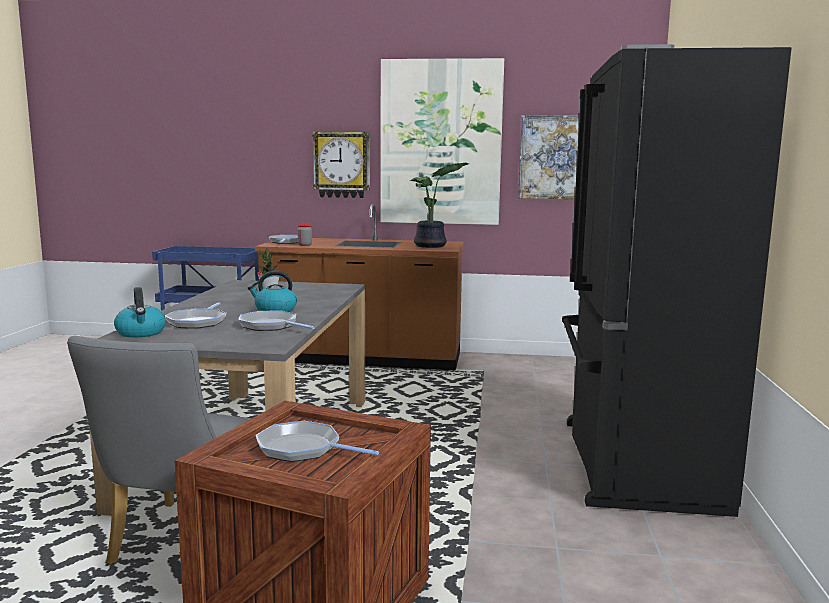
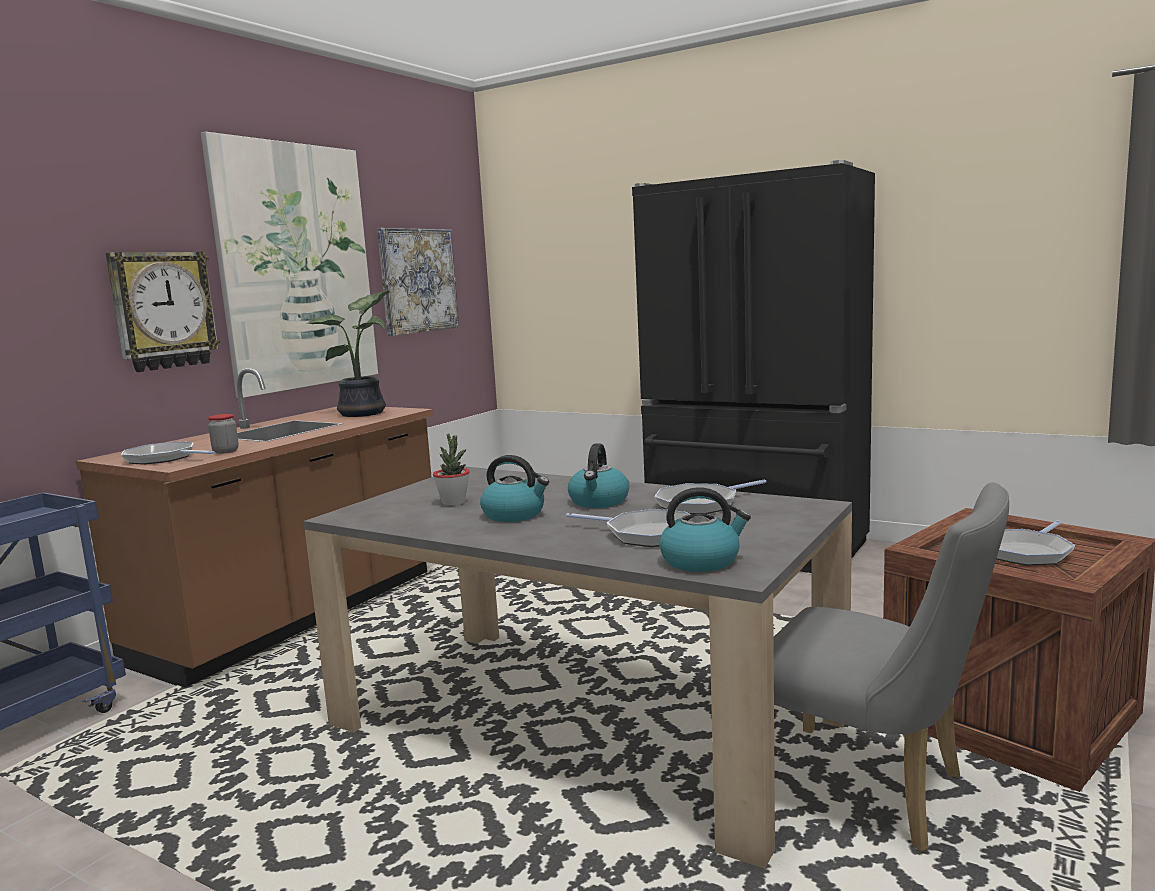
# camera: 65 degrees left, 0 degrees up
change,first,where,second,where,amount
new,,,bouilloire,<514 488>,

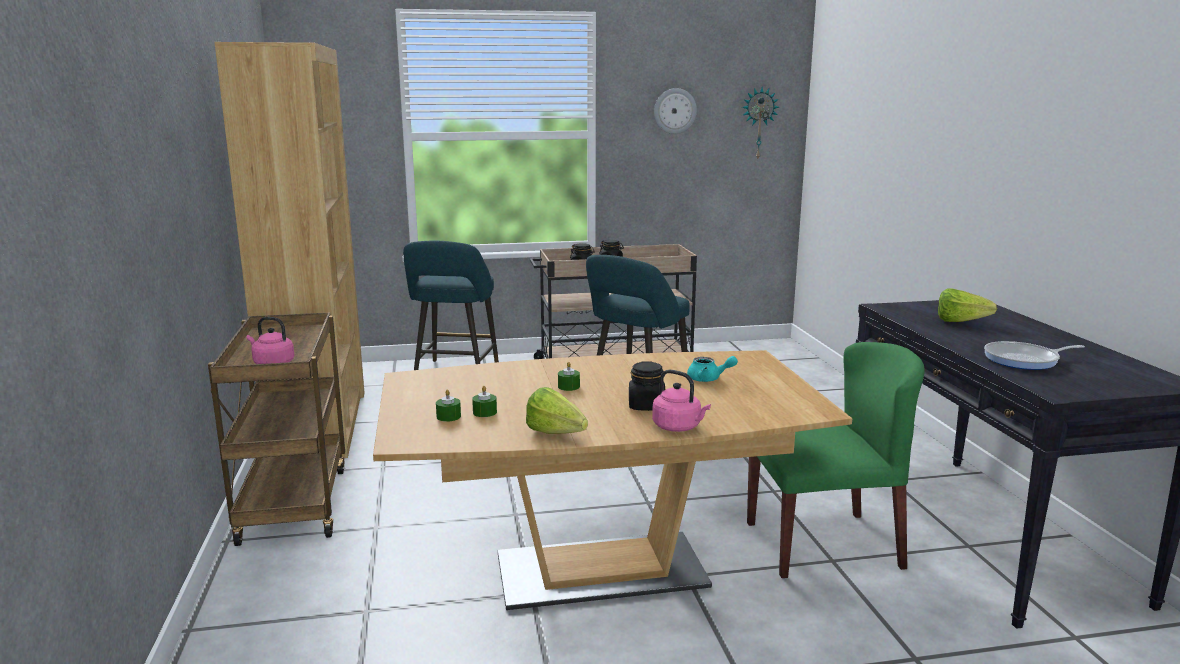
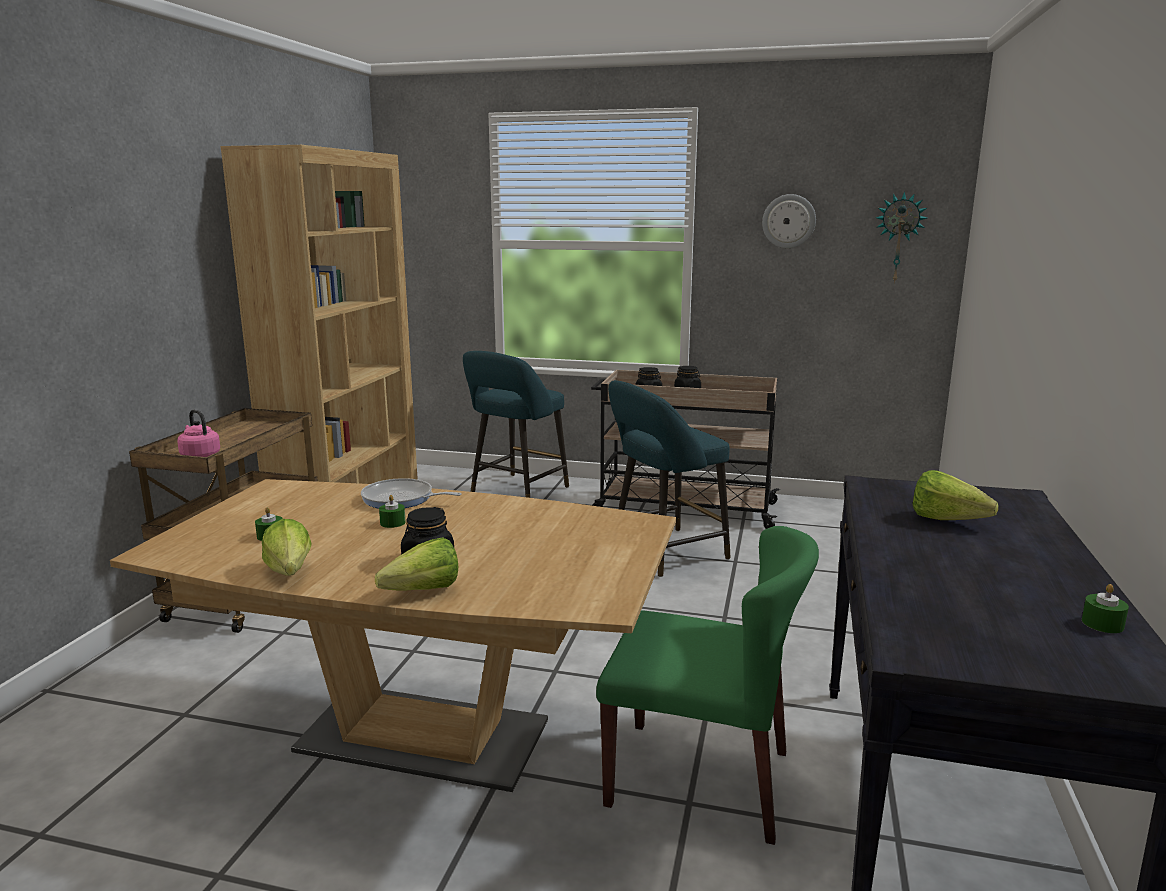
# camera: 25 degrees right, 0 degrees up
change,first,where,second,where,amount
shifted,bougie (vert),<448 405>,,<1105 608>,
swapped,bouilloire (rose),<681 401>,laitue,<416 564>,
gone,théière (turquoise),<712 369>,,,
shifted,poêle,<1034 355>,,<411 493>,

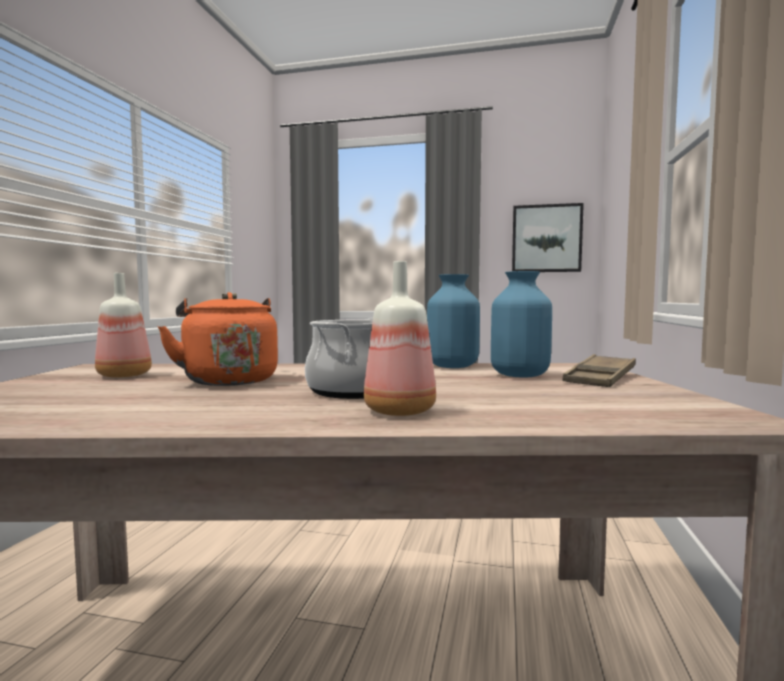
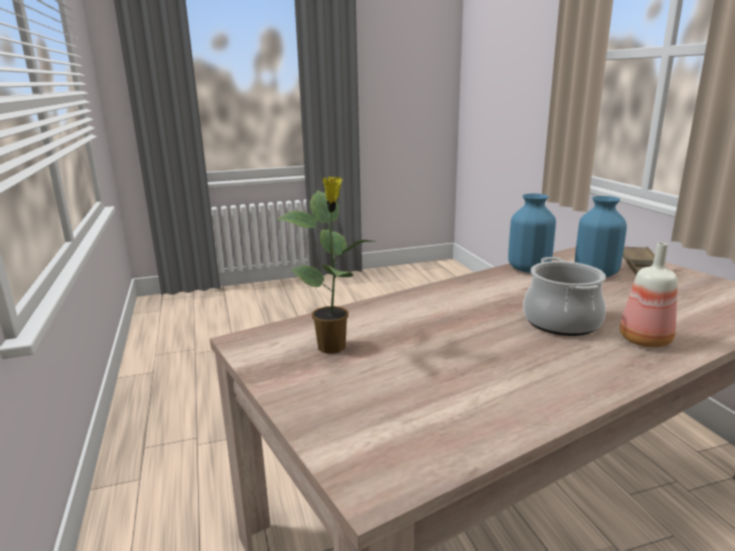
# camera: 30 degrees left, 15 degrees up
change,first,where,second,where,amount
swapped,bouteille,<123 325>,plante en pot,<325 265>,
gone,bouilloire (orange),<217 339>,,,
gone,tableau,<548 237>,,,

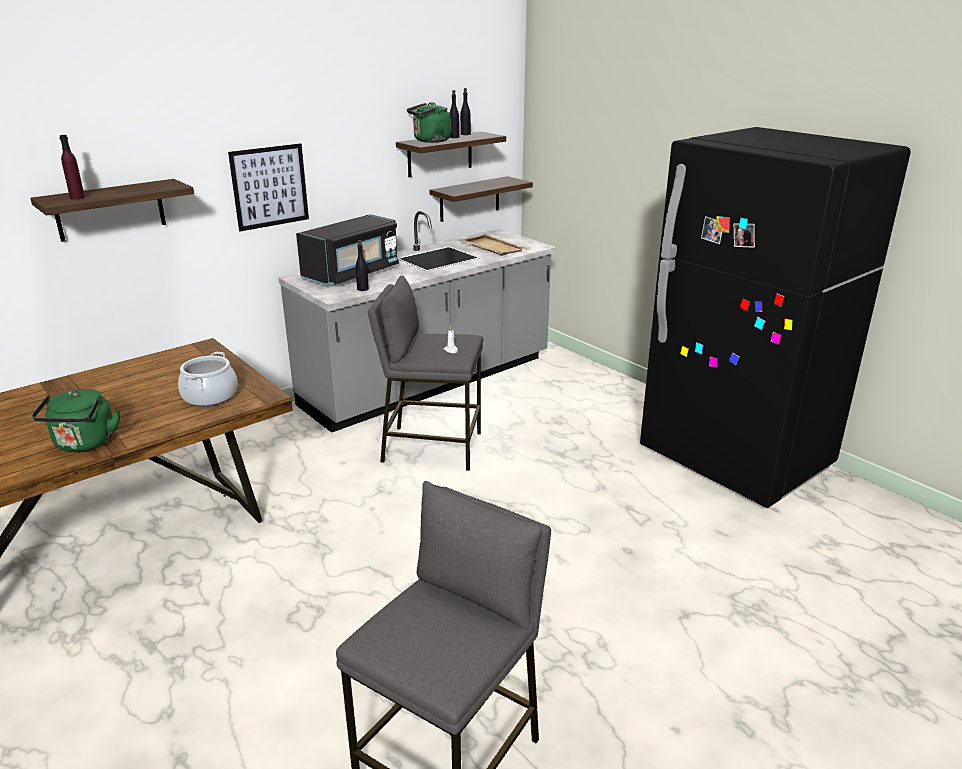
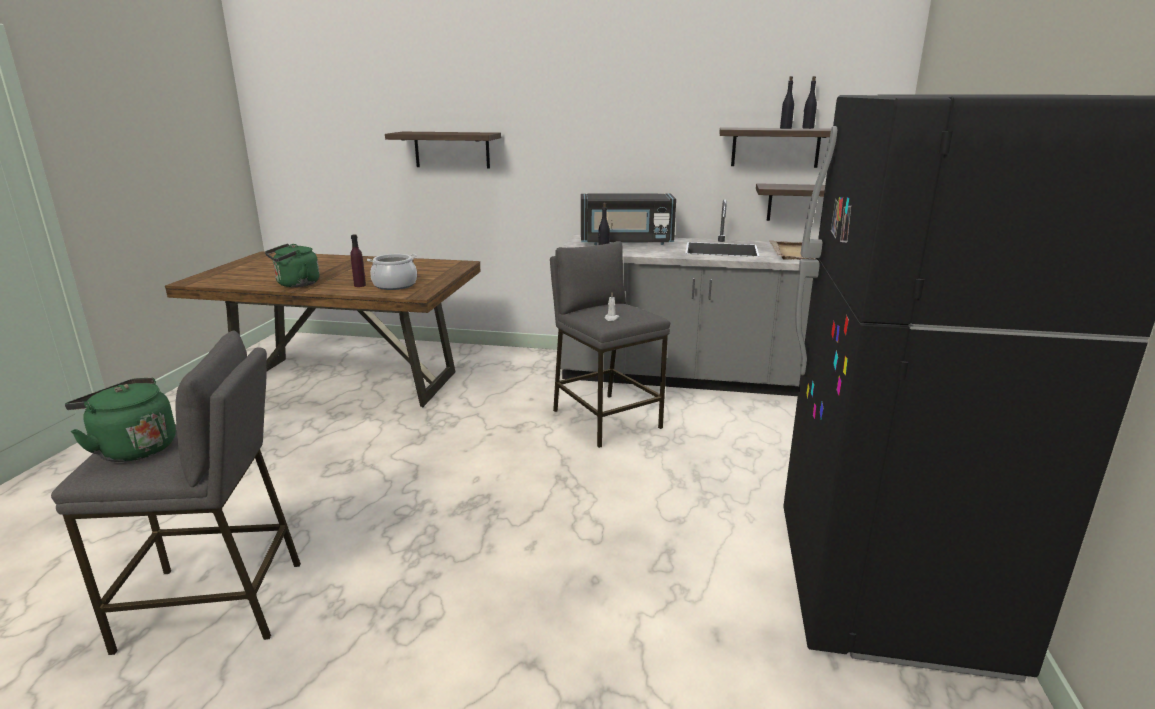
# camera: 50 degrees right, 5 degrees down
change,first,where,second,where,amount
shifted,bouteille (violet),<72 167>,,<358 261>,
gone,tableau,<268 187>,,,
shifted,bouilloire (vert),<429 122>,,<120 419>,

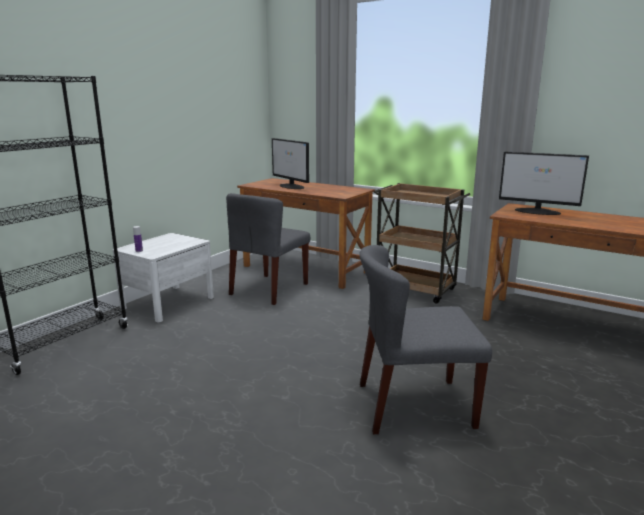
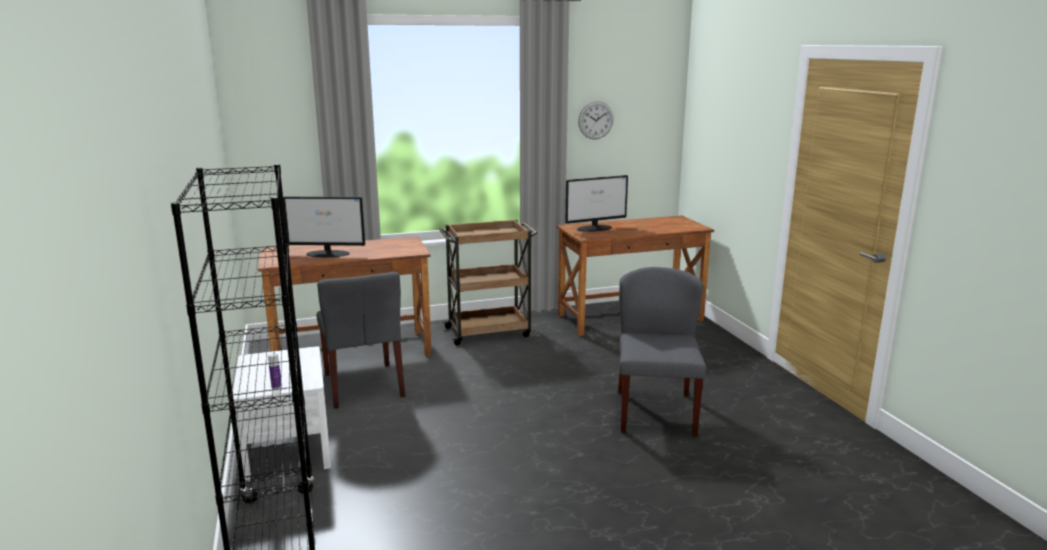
# camera: 50 degrees left, 0 degrees up
change,first,where,second,where,amount
rotated,chaise (gris),<425 339>,,<662 351>,150 degrees clockwise
new,,,horloge murale,<595 120>,

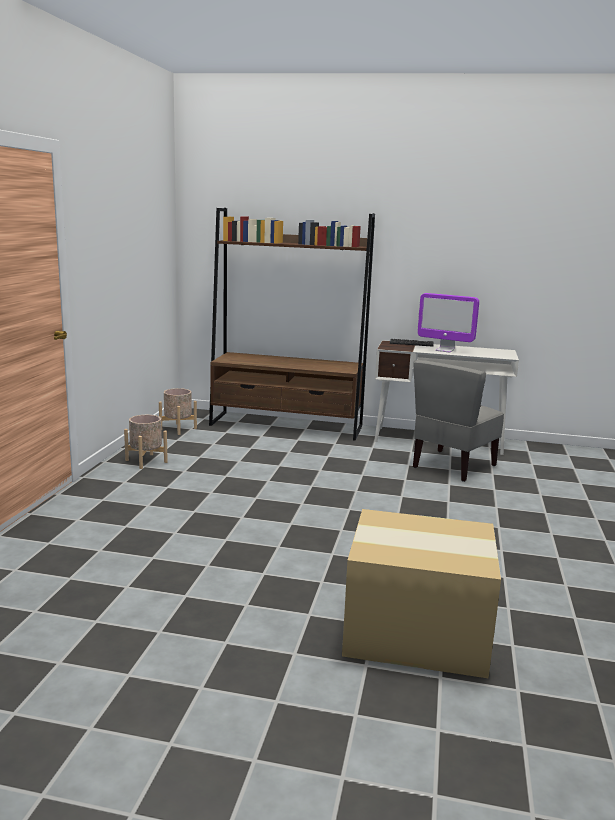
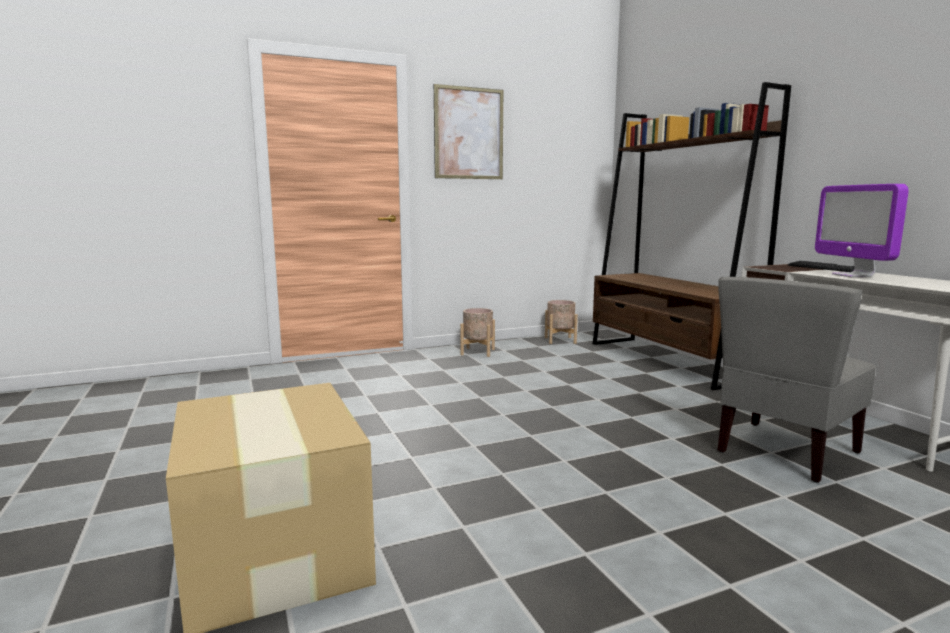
# camera: 55 degrees right, 5 degrees down
change,first,where,second,where,amount
rotated,chaise (gris),<458 421>,,<797 380>,45 degrees counterclockwise
new,,,tableau,<468 131>,

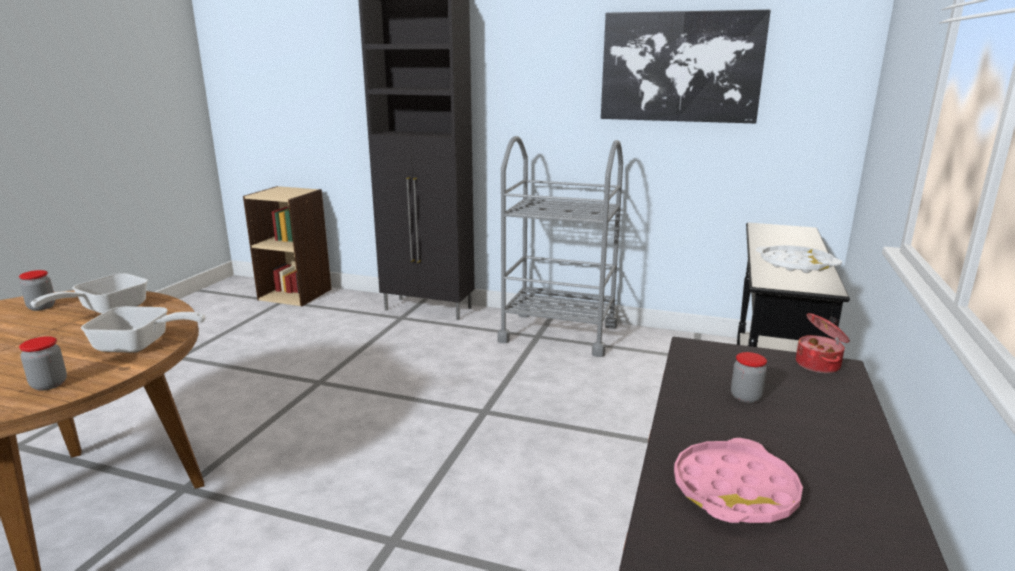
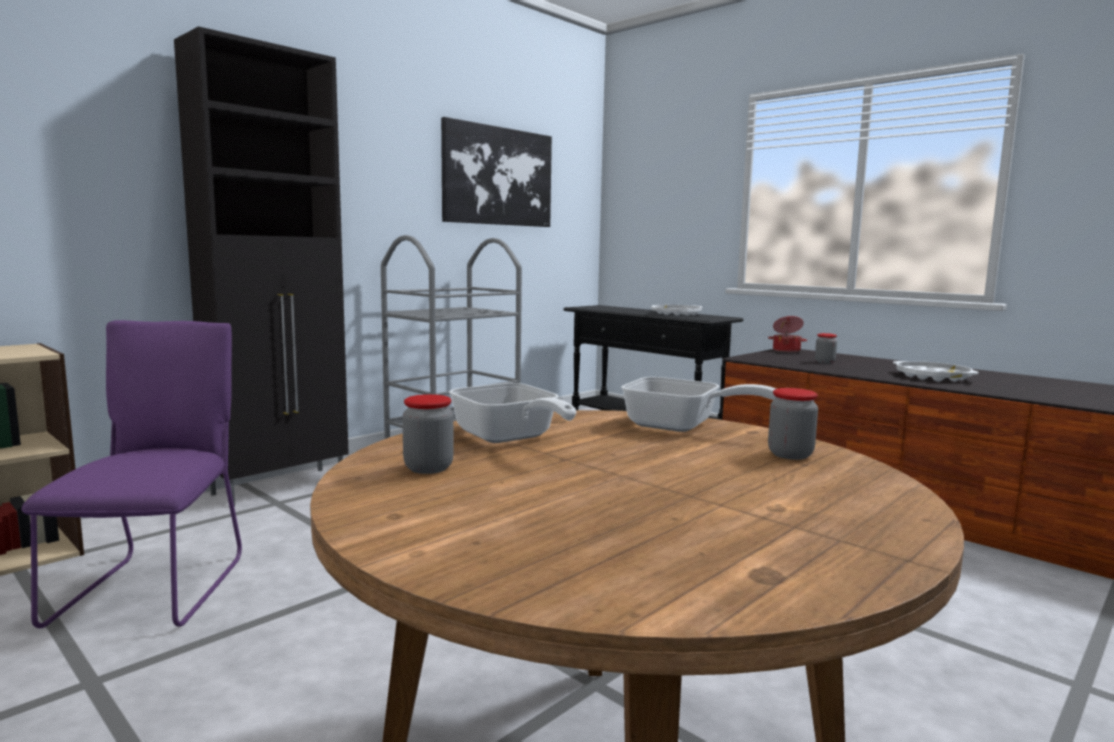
# camera: 65 degrees left, 10 degrees down
change,first,where,second,where,amount
rotated,poêle,<143 329>,,<698 404>,90 degrees clockwise
repainted,plateau (rose),<738 480>,plateau (blanc),<936 371>,
new,,,chaise (violet),<131 474>,

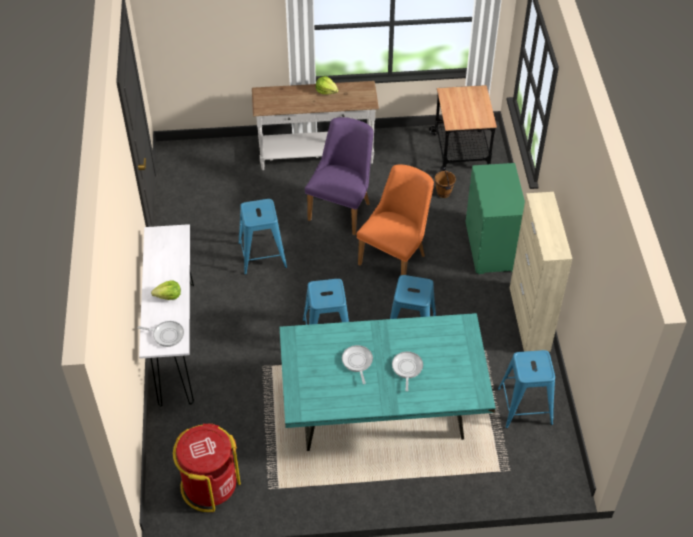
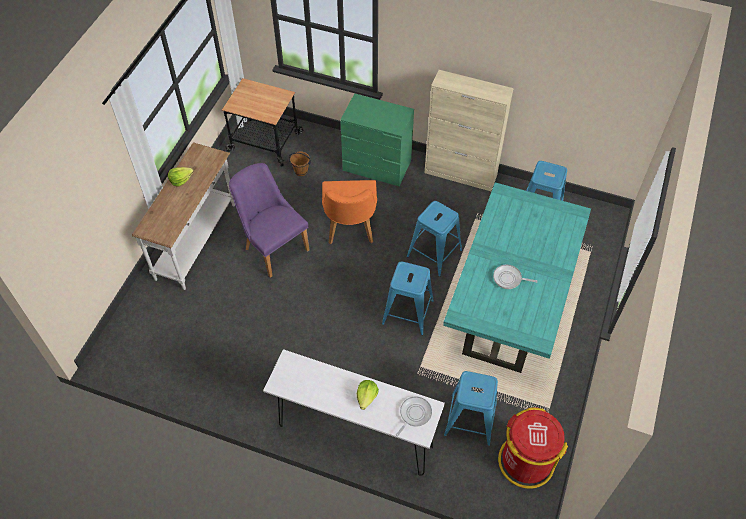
# camera: 65 degrees left, 5 degrees up
change,first,where,second,where,amount
shifted,tabouret (bleu),<262 237>,,<471 408>,
rotated,chaise (orange),<395 220>,,<349 212>,150 degrees counterclockwise
gone,poêle,<407 371>,,,

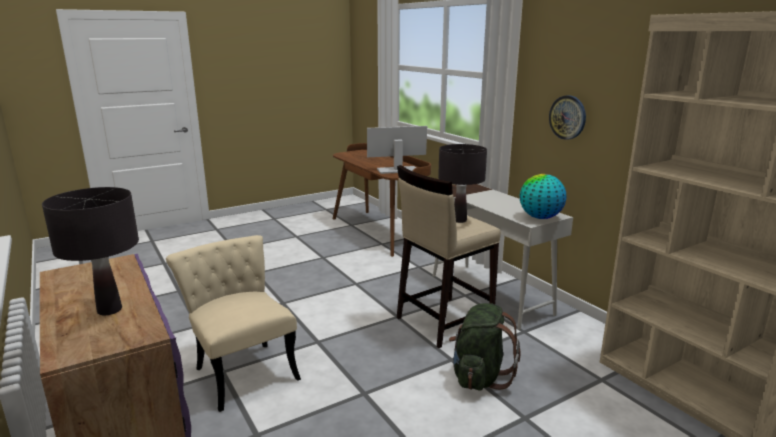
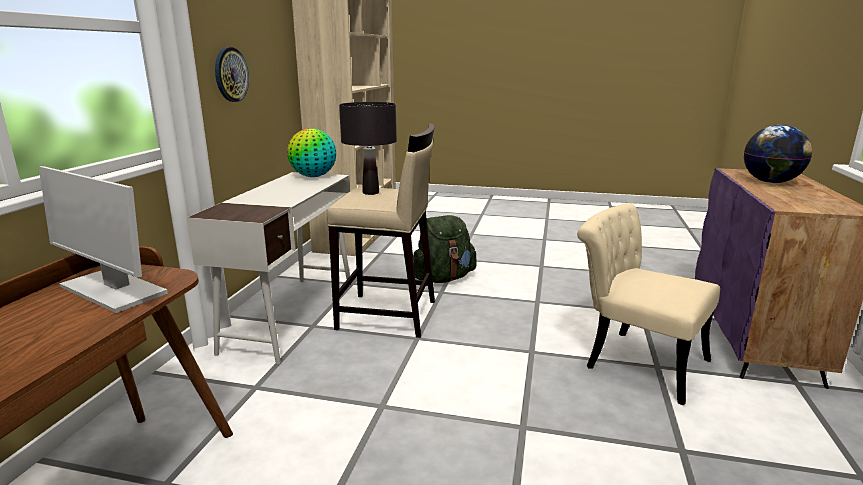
# camera: 135 degrees left, 0 degrees up
change,first,where,second,where,amount
swapped,lampe de table (noir),<90 251>,globe,<778 154>,
rotated,chaise (beige),<233 323>,,<648 304>,120 degrees clockwise

